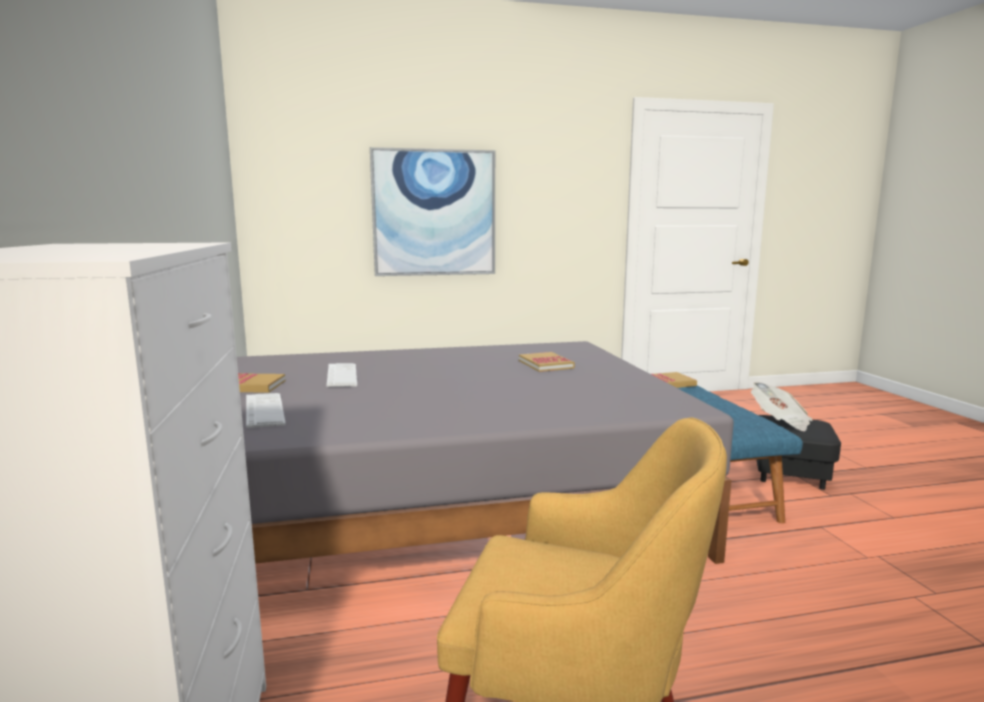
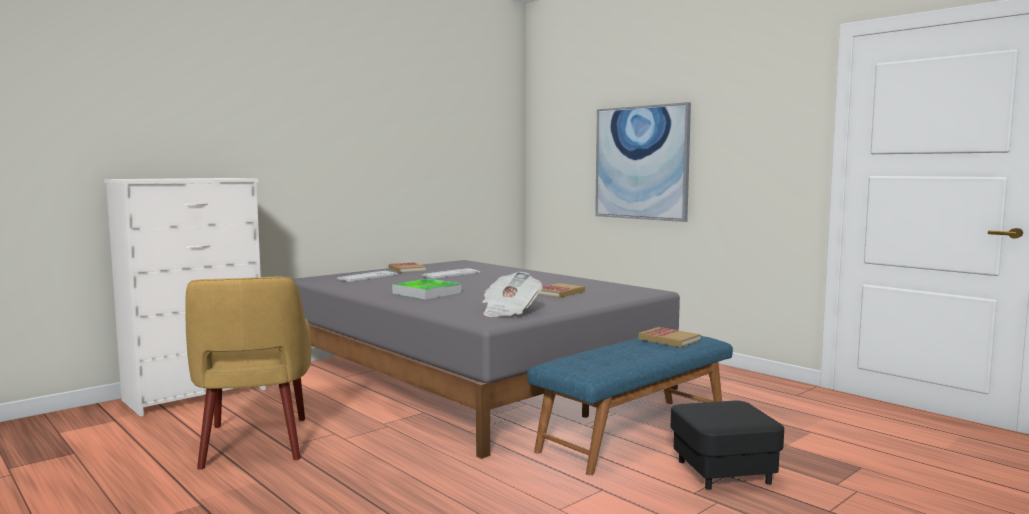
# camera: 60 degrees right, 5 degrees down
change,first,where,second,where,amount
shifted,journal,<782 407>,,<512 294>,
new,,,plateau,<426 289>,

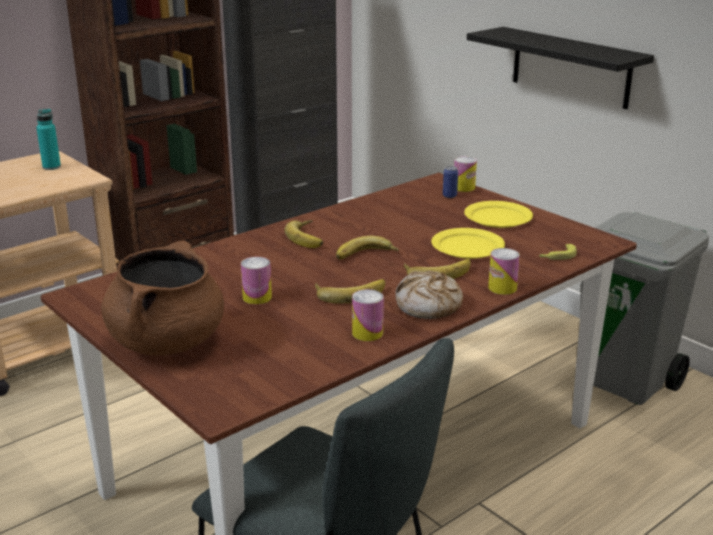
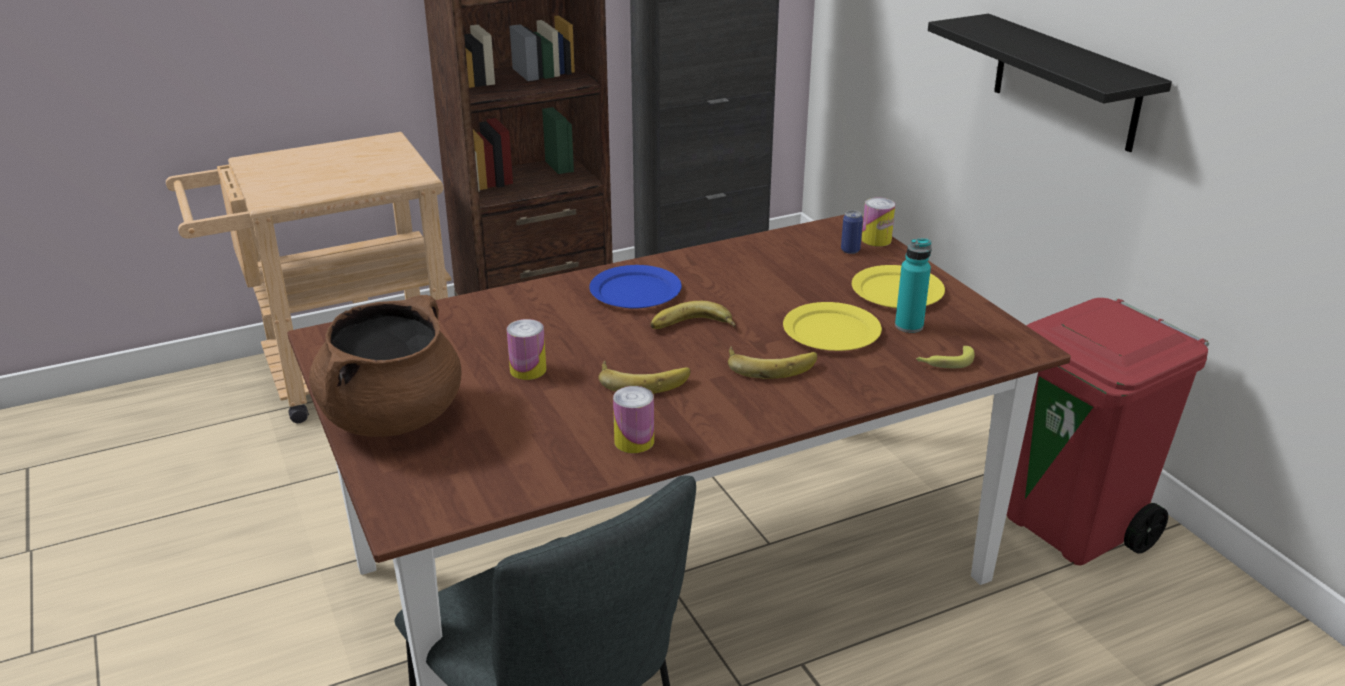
# camera: 15 degrees right, 5 degrees up
change,first,where,second,where,amount
shifted,bouteille (turquoise),<48 139>,,<913 286>,
swapped,banane,<303 234>,assiette (bleu),<635 286>,
gone,pain,<429 294>,,,
gone,boîte métallique,<504 271>,,,
repainted,poubelle (gris),<645 308>,poubelle (rouge),<1108 431>,

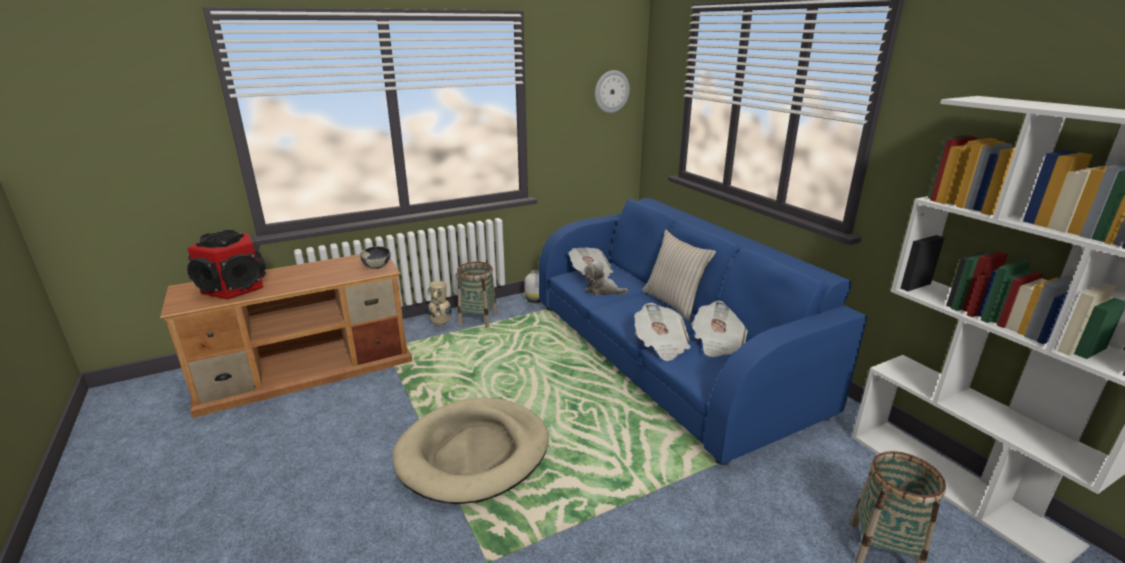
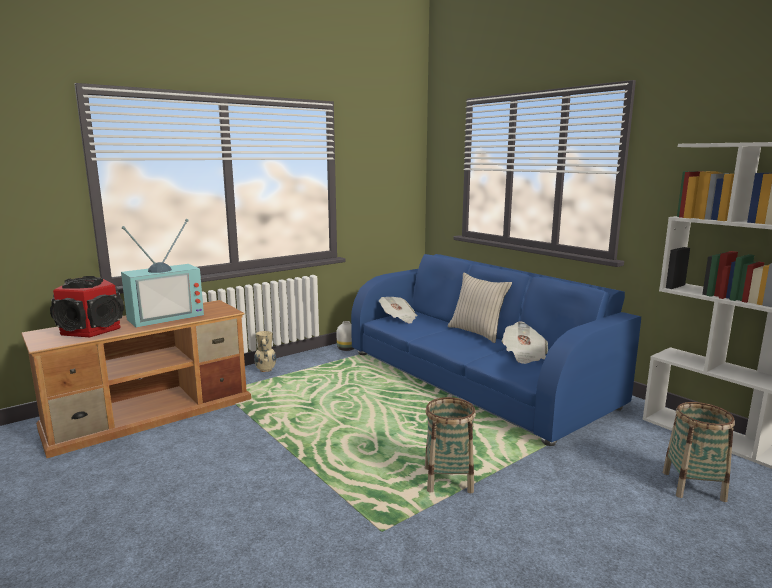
# camera: 10 degrees left, 10 degrees down
change,first,where,second,where,amount
gone,bol,<375 257>,,,
gone,panier pour chien (beige),<470 451>,,,
shifted,panier,<477 295>,,<450 445>,
gone,peluche,<606 278>,,,
gone,horloge murale,<612 91>,,,
gone,journal,<662 332>,,,
new,,,téléviseur,<162 273>,

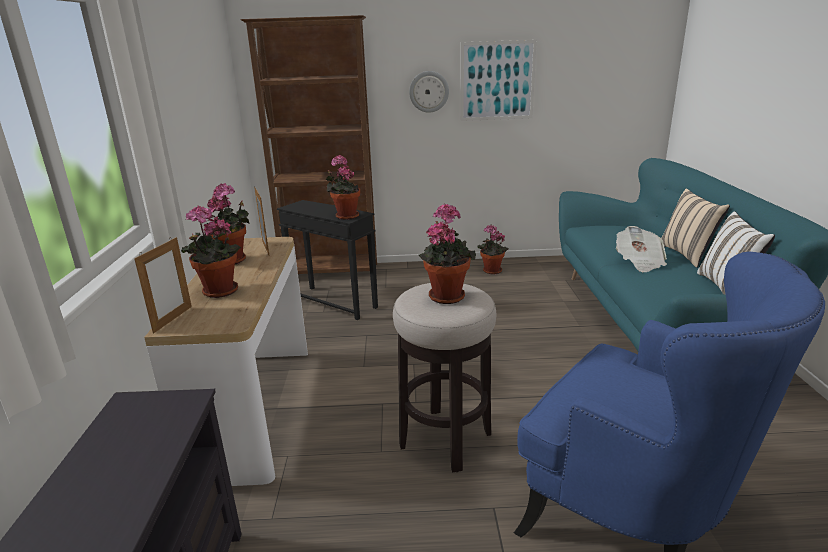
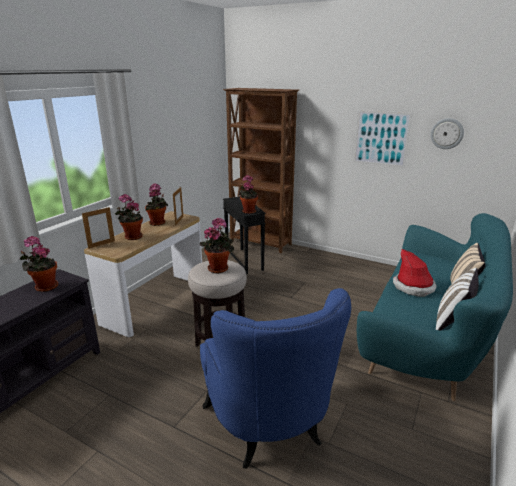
# camera: 30 degrees right, 0 degrees up
change,first,where,second,where,amount
shifted,horloge murale,<429 92>,,<447 133>,
shifted,plante en pot,<493 249>,,<39 264>,
swapped,journal,<641 249>,chapeau,<415 273>,

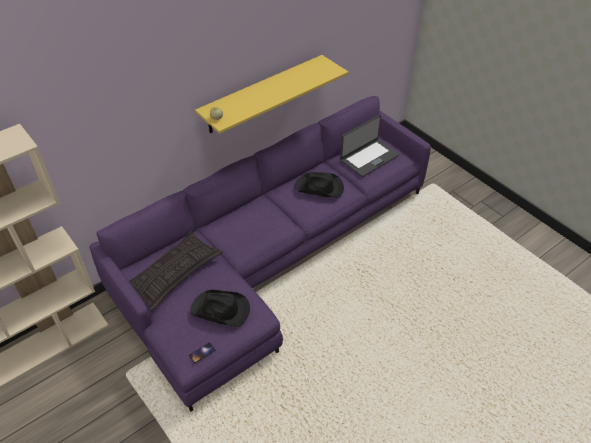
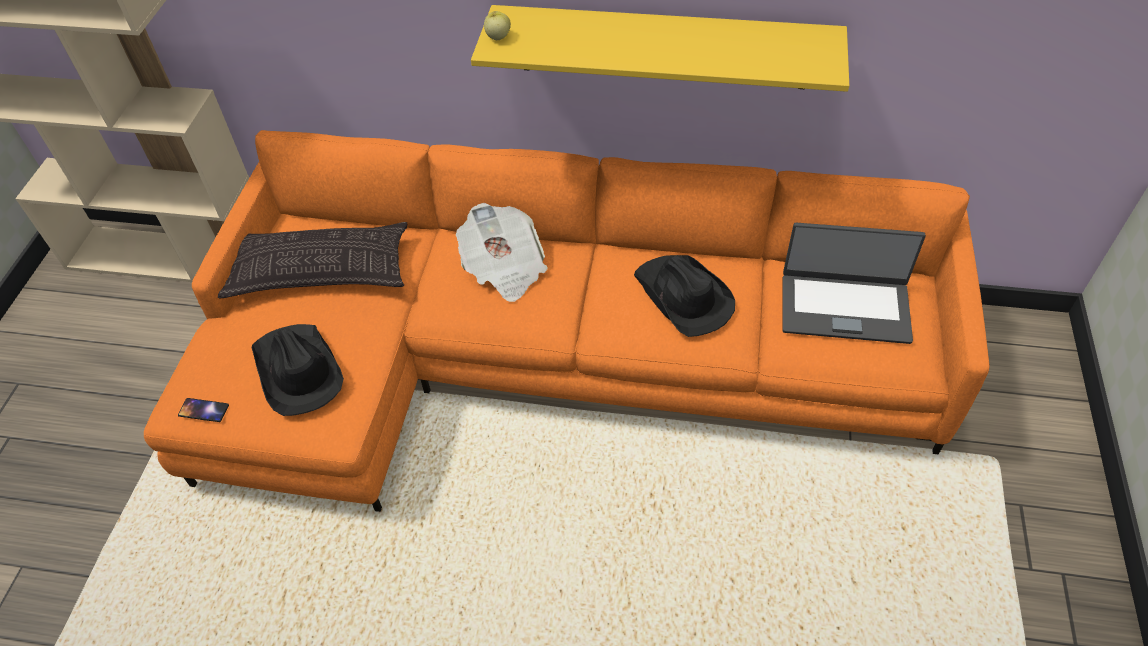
# camera: 50 degrees right, 5 degrees up
change,first,where,second,where,amount
repainted,canapé (violet),<260 254>,canapé (orange),<566 321>,
new,,,journal,<502 252>,

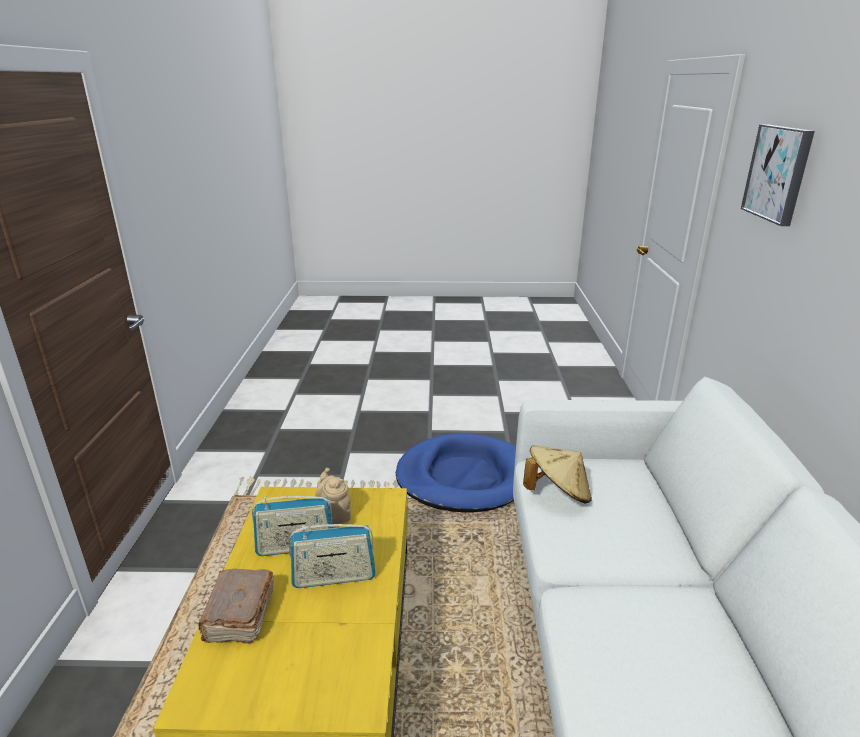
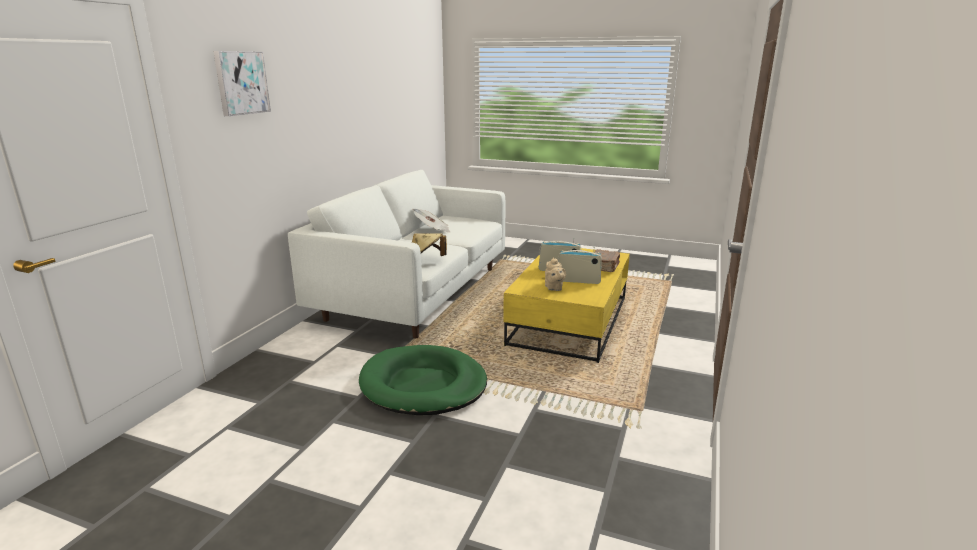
# camera: 160 degrees left, 5 degrees down
change,first,where,second,where,amount
repainted,panier pour chien (bleu),<456 473>,panier pour chien (vert),<423 380>,
new,,,journal,<431 221>,

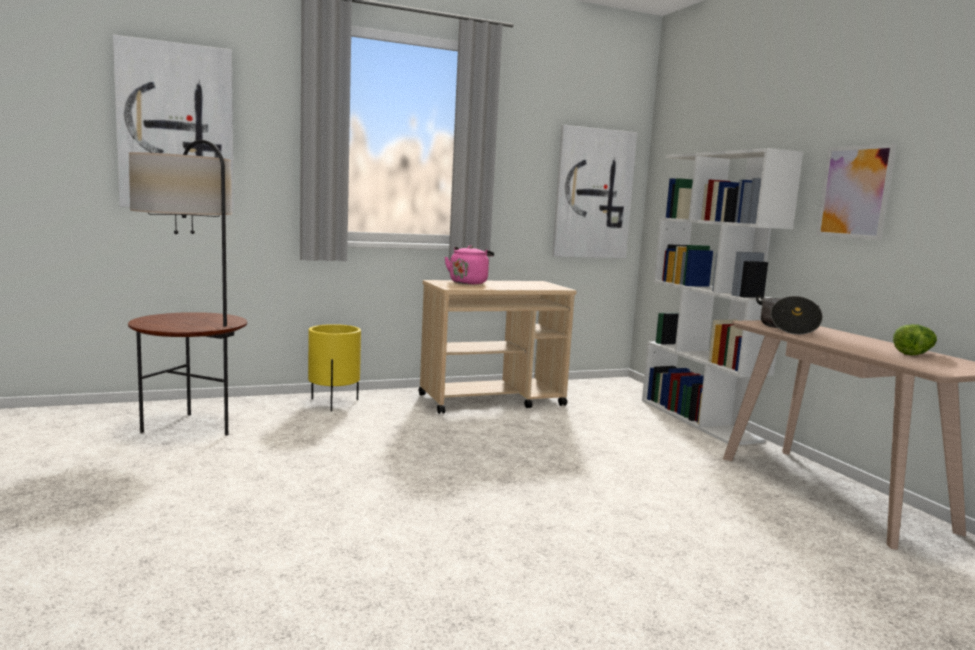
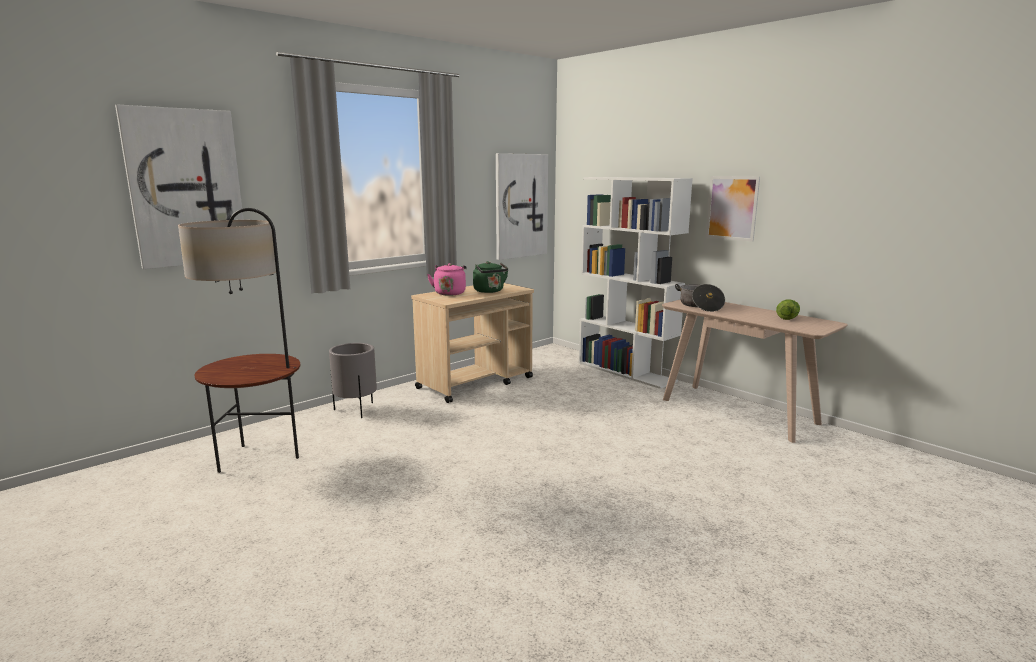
# camera: 20 degrees left, 5 degrees up
change,first,where,second,where,amount
repainted,cache-pot (jaune),<334 368>,cache-pot (gris),<353 380>,
new,,,bouilloire (vert),<490 277>,

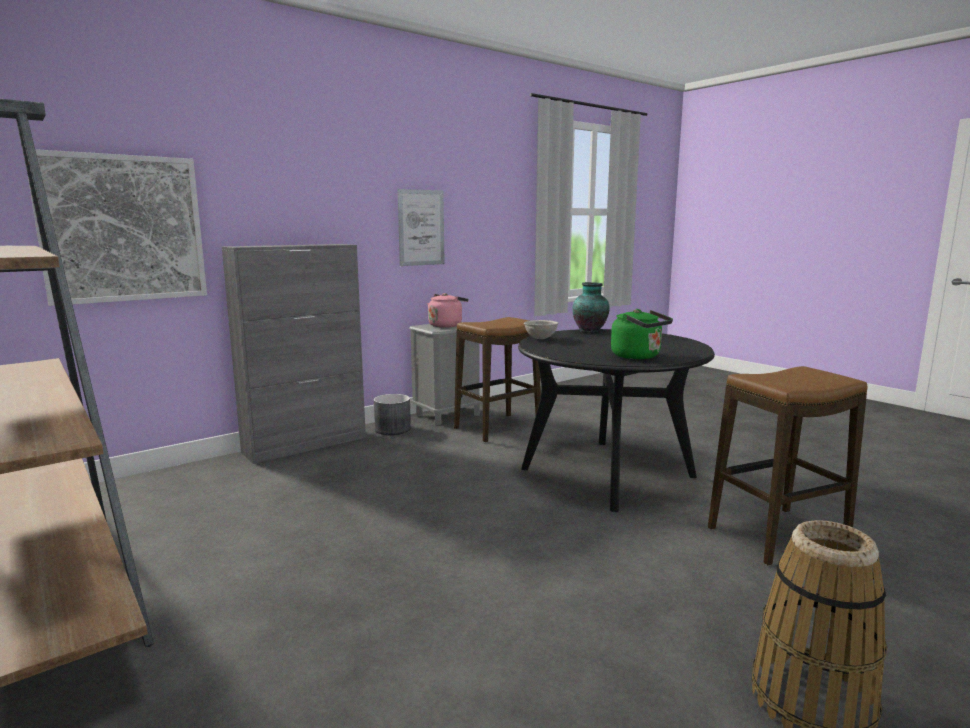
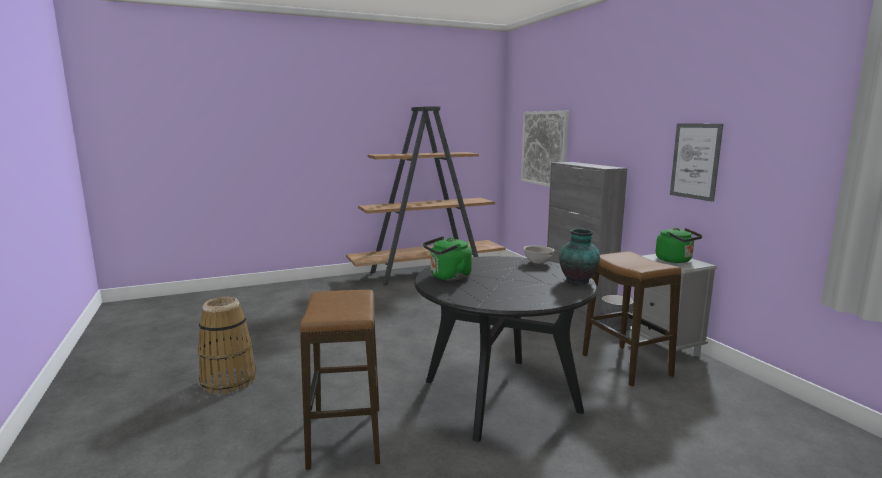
# camera: 105 degrees right, 0 degrees up
change,first,where,second,where,amount
repainted,bouilloire (rose),<447 310>,bouilloire (vert),<679 245>,

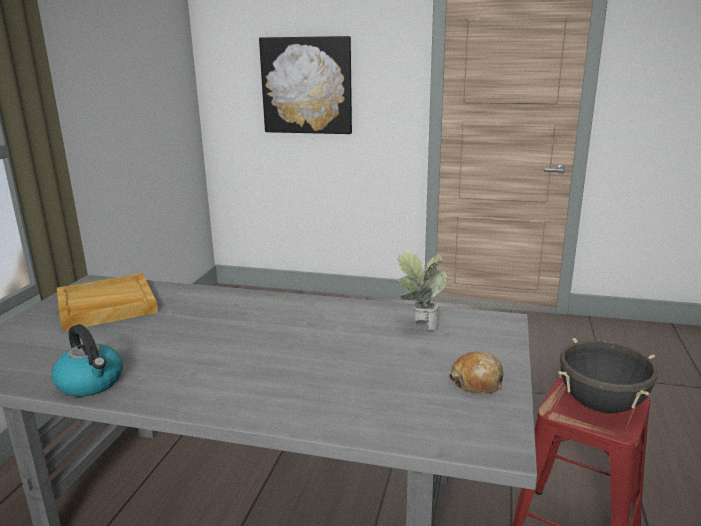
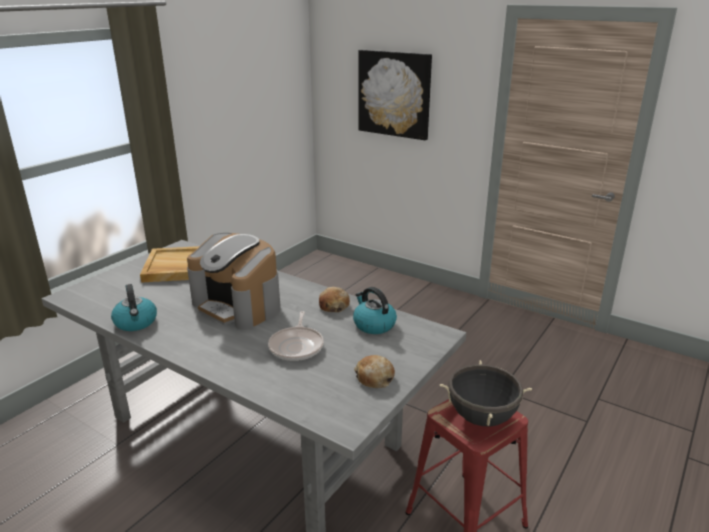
# camera: 20 degrees right, 5 degrees up
change,first,where,second,where,amount
swapped,plante en pot,<422 291>,bouilloire,<375 310>,
new,,,machine à café,<234 281>,
new,,,poêle,<296 336>,
new,,,pain,<334 299>,

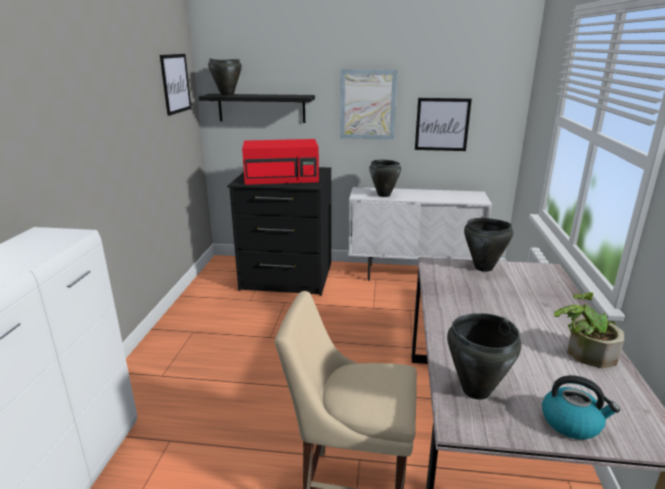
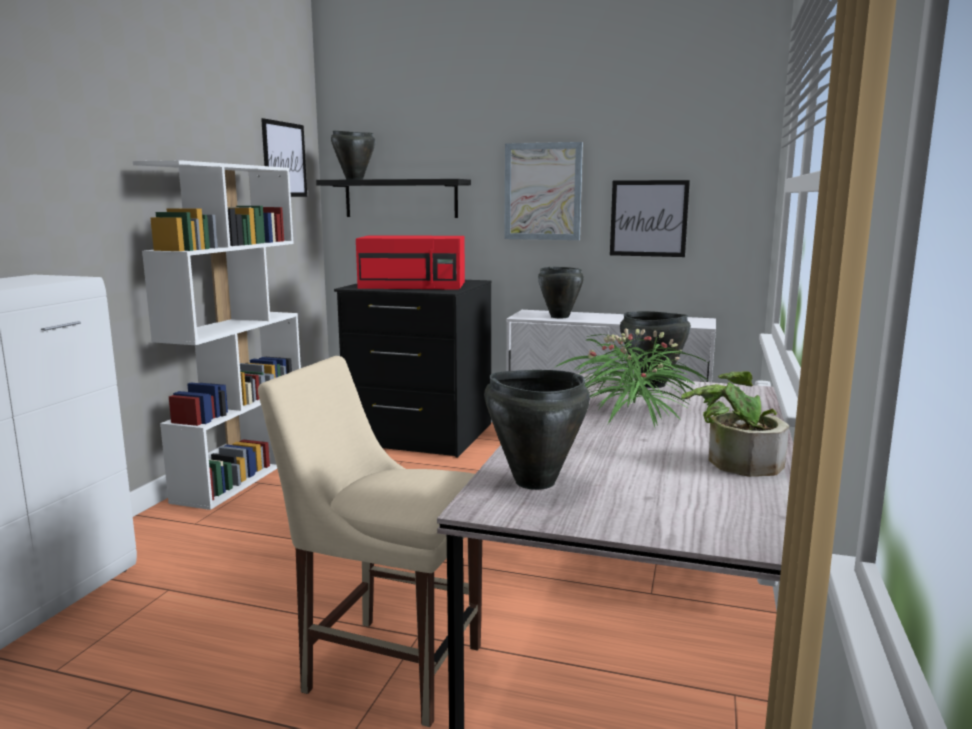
# camera: 10 degrees right, 10 degrees down
change,first,where,second,where,amount
gone,bouilloire,<581 407>,,,
new,,,bibliothèque (blanc),<217 335>,
new,,,plante en pot,<631 377>,

